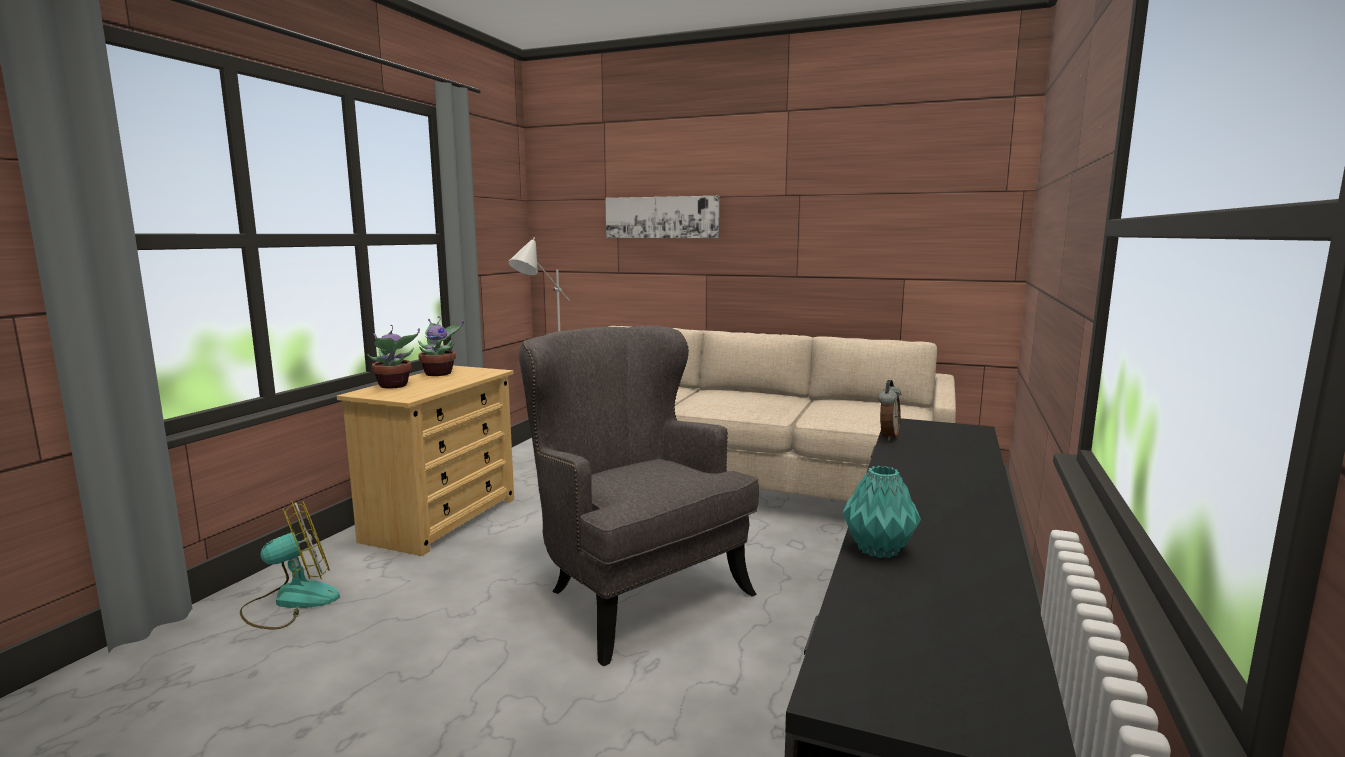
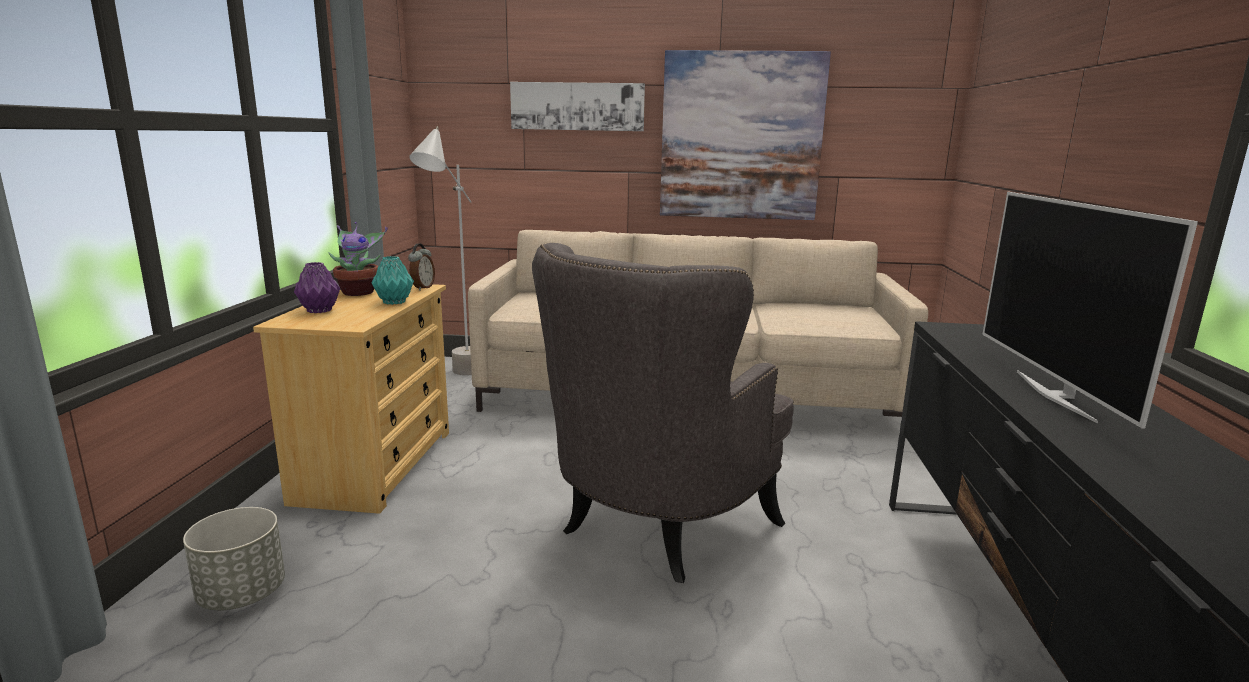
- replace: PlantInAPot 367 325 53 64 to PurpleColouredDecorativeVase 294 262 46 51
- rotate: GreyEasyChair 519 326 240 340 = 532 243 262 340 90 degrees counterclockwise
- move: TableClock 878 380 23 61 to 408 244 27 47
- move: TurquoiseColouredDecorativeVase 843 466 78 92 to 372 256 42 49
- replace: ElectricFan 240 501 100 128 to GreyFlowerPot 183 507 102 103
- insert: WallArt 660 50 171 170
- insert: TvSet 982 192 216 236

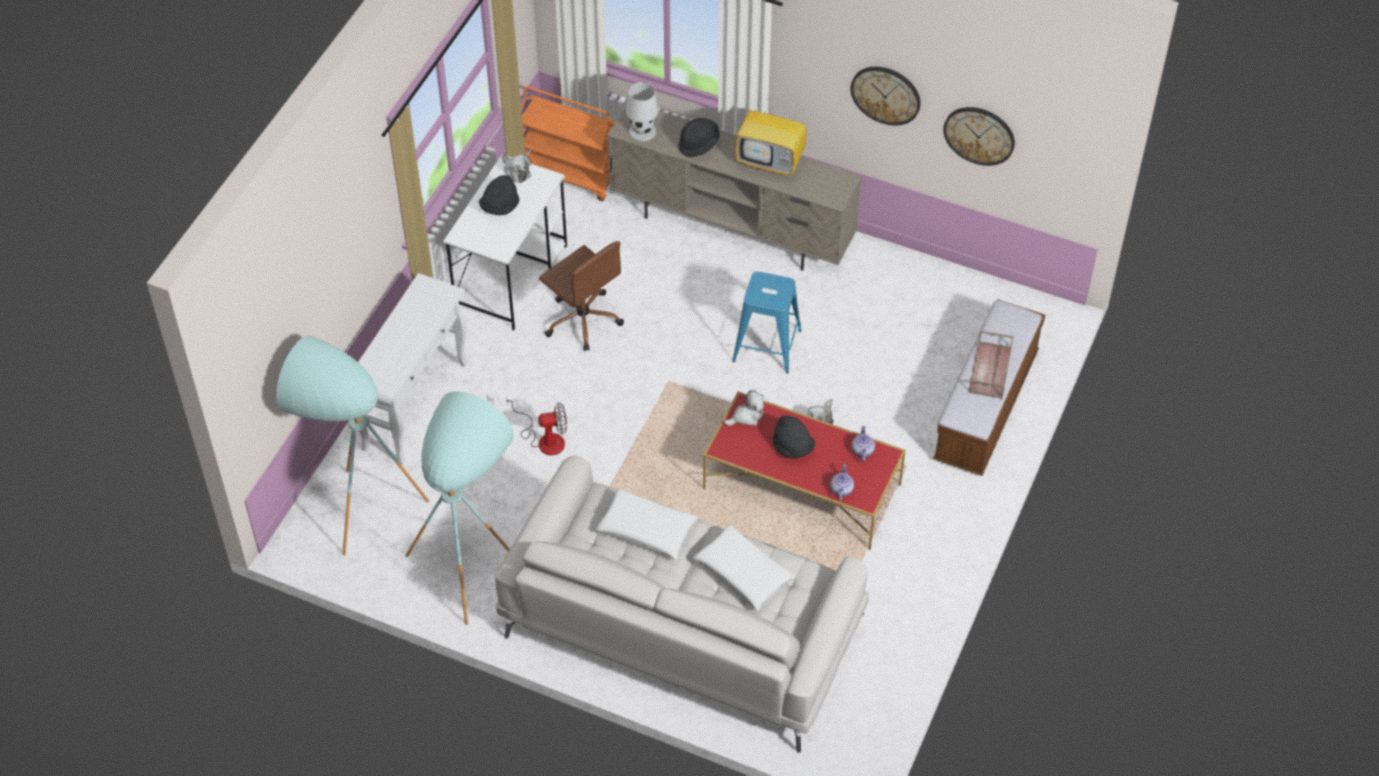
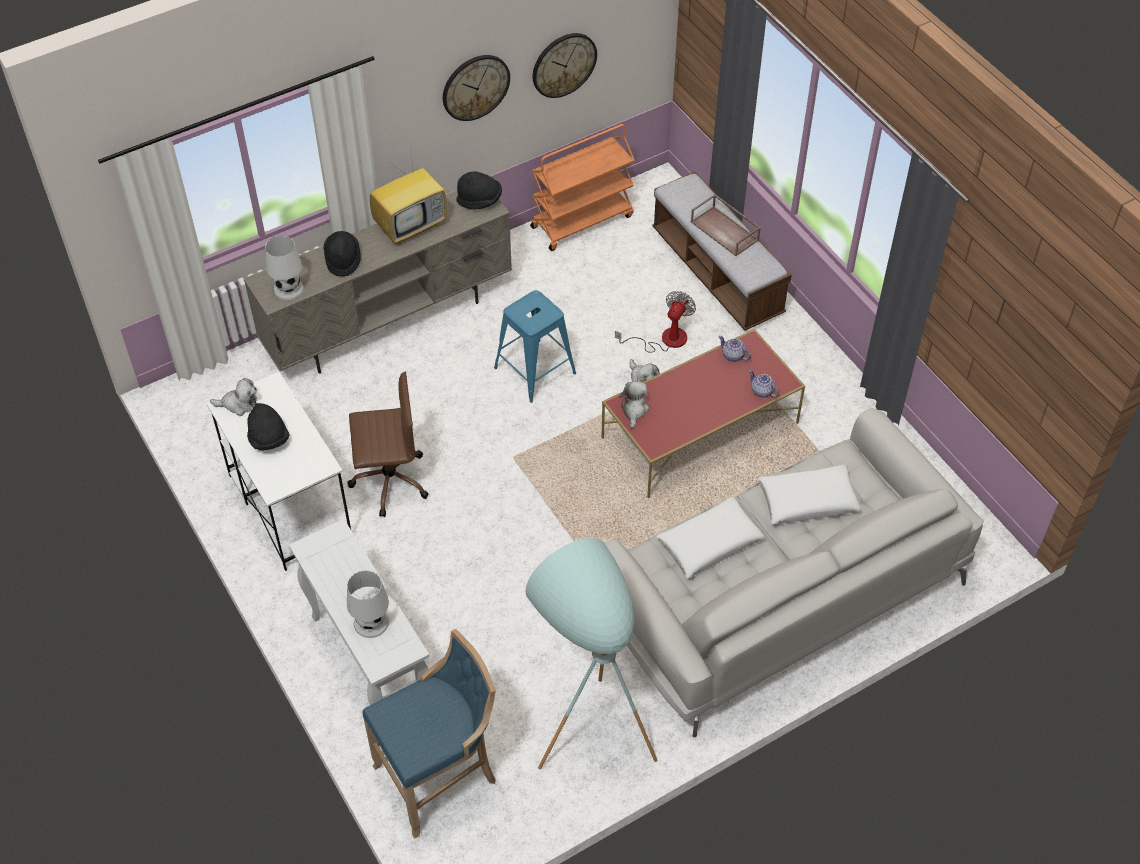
- move: OrangeColouredCart 521 86 95 115 to 530 124 105 127
- replace: TurquoiseColouredStandingLamp 276 336 154 220 to BluishStoolSeat 363 629 133 210
- move: ElectricFan 506 397 61 58 to 615 291 81 62
- move: BlackClothingHat 773 416 42 43 to 456 171 46 39
- insert: WhiteTableLamp 347 570 42 68

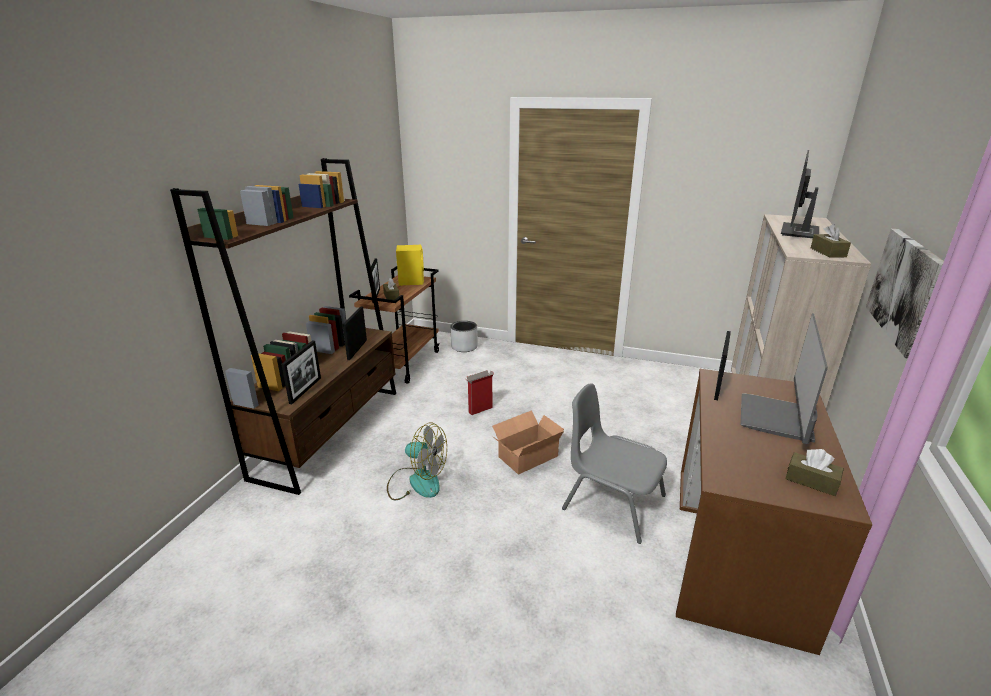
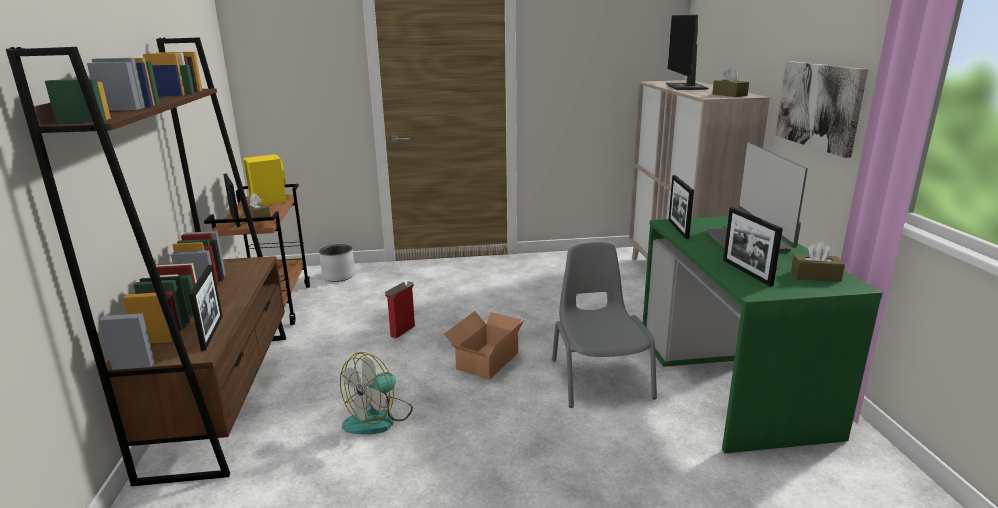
- move: PictureFrame 343 306 24 54 to 723 207 60 79
- recolor: BrownColouredDesk 676 369 196 286 to GreenDesk 643 216 240 237
- rotate: GreyChair 562 383 105 161 = 552 242 105 166 75 degrees clockwise
- rotate: ElectricFan 387 422 60 78 = 340 352 73 82 135 degrees clockwise

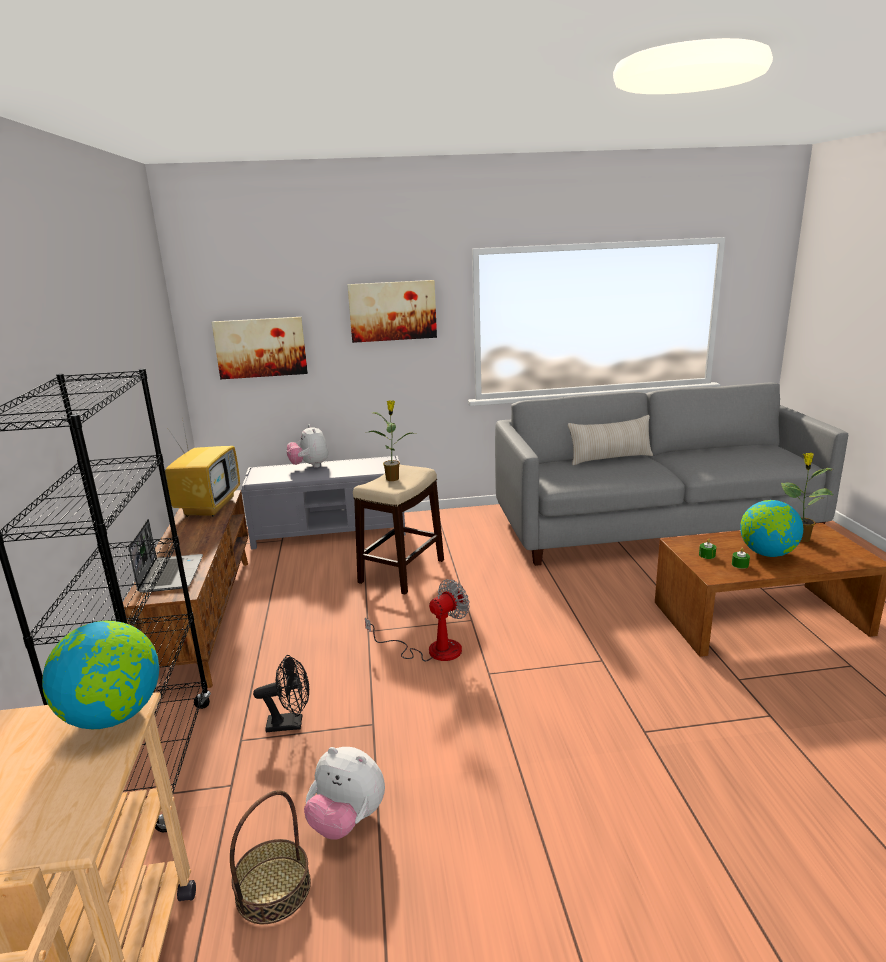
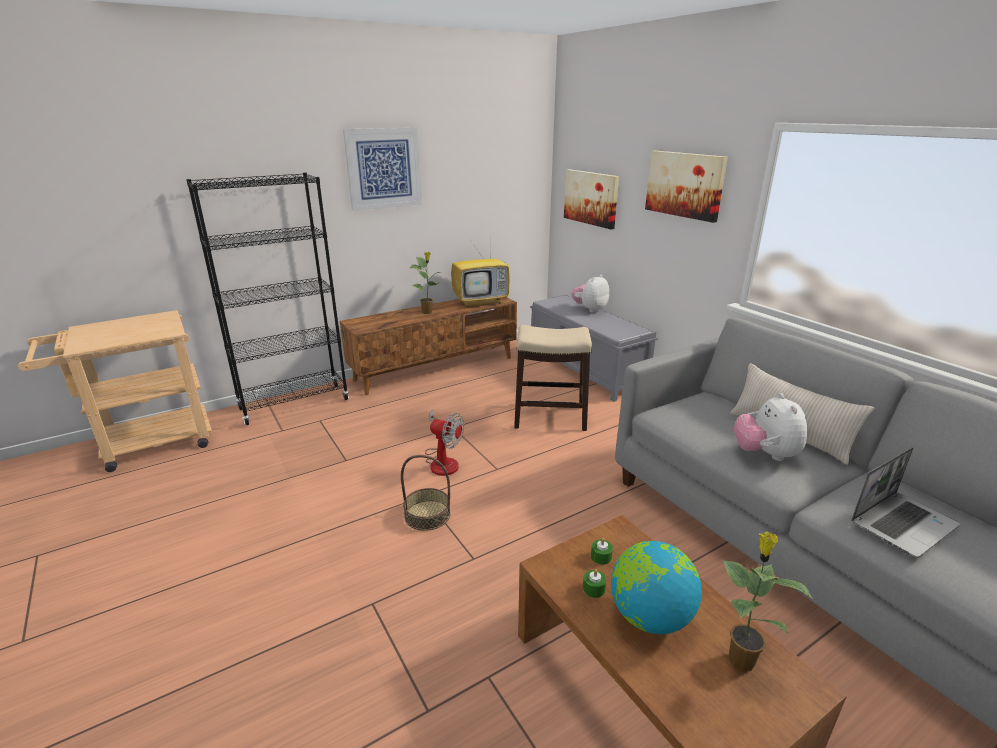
- move: PlantInAPot 365 400 48 81 to 409 252 31 62
- move: NotebookComputer 128 519 75 74 to 851 447 109 111
- delete: WorldGlobe 42 621 117 108
- delete: BlackElectricFan 253 655 56 77
- move: CuddlyToy 304 747 81 93 to 734 393 74 68
- move: HouseholdBasket 230 790 81 134 to 401 455 50 76
- insert: WallArt 343 128 79 83

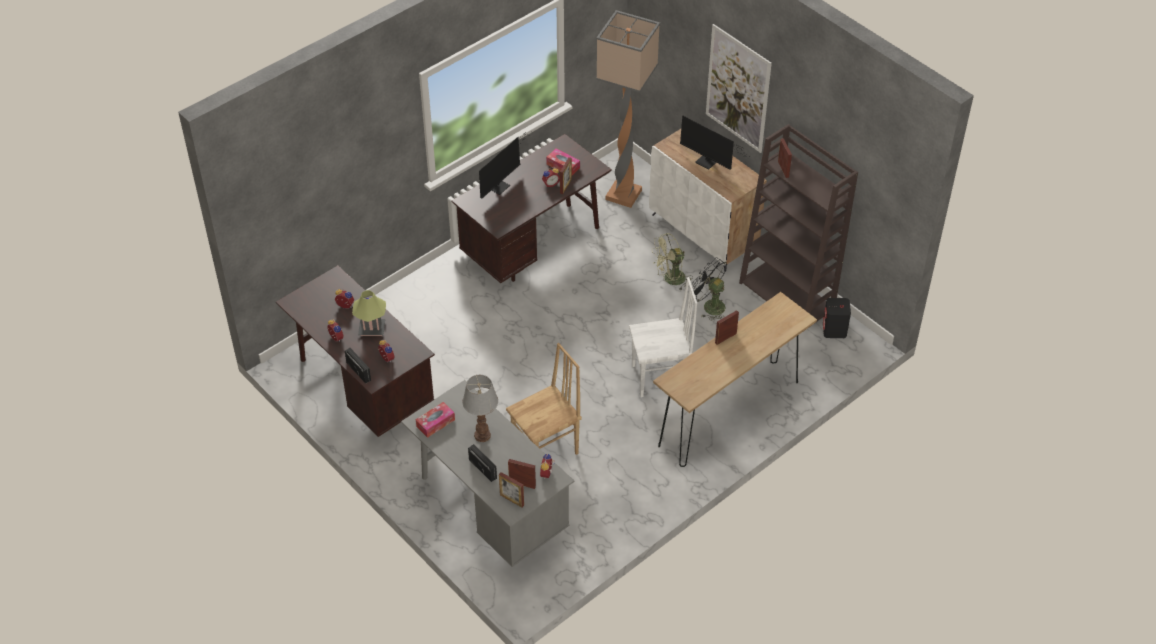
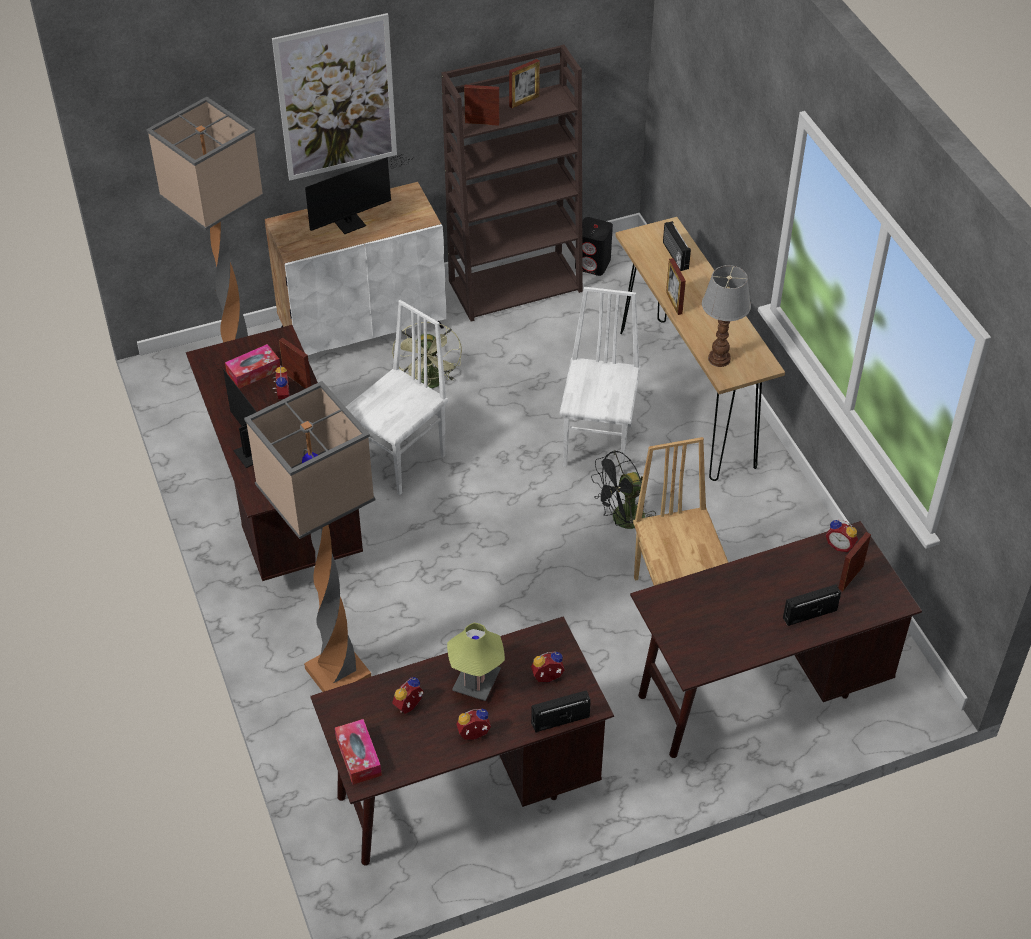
- move: BlackElectricFan 692 257 35 64 to 591 450 65 79
- move: TableLamp 462 375 36 67 to 702 265 49 102
- recolor: GreyDesk 401 380 173 187 to BrownColouredDesk 630 521 292 237
- move: TissueHolder 416 402 39 36 to 335 719 47 66
- move: PictureFrame 499 472 25 35 to 509 59 31 49
- insert: RadioSet 663 221 28 50
- insert: WhiteChair 346 300 102 195
- insert: StandingLamp 244 381 131 311

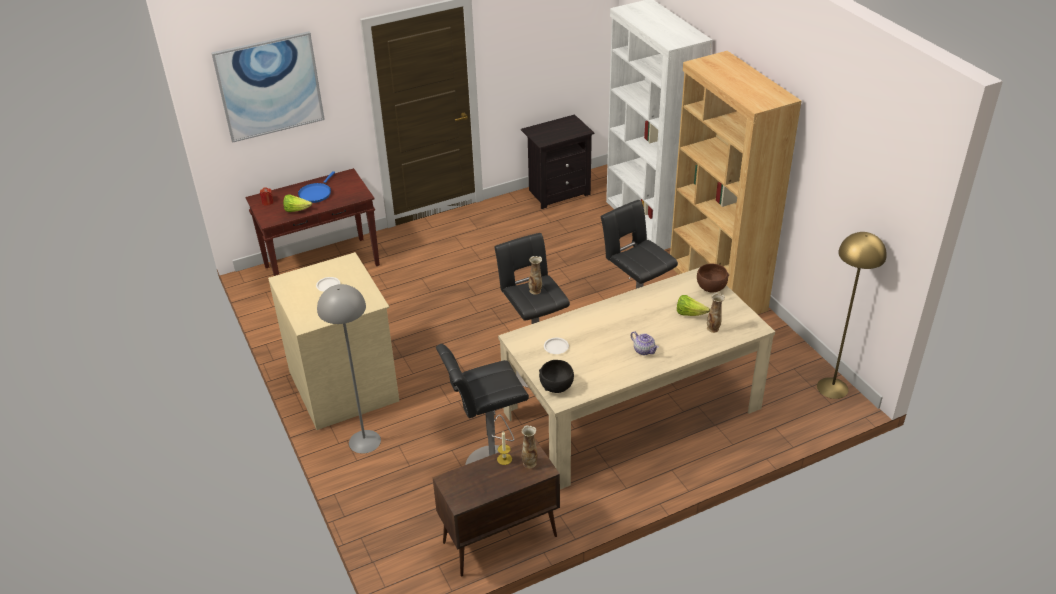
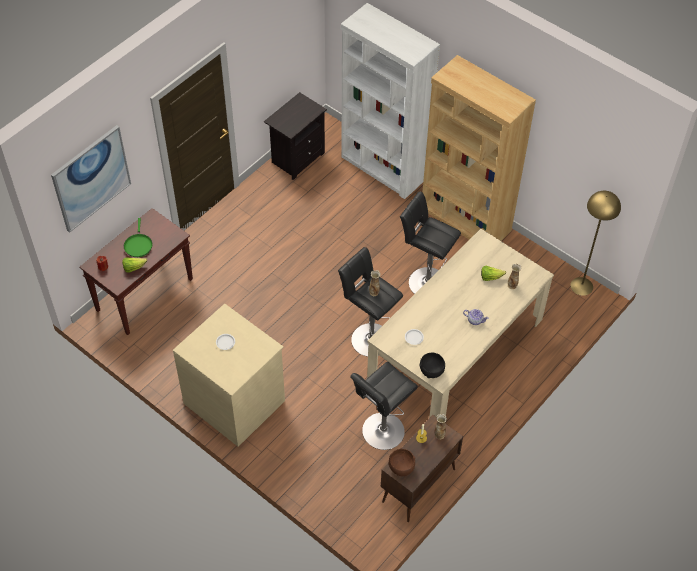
- recolor: BluishSkillet 298 171 37 32 to GreenSkillet 124 218 28 39
- move: BrownColouredDeepDish 697 263 32 30 to 389 449 26 27
- delete: GreyStandingLamp 317 284 64 170

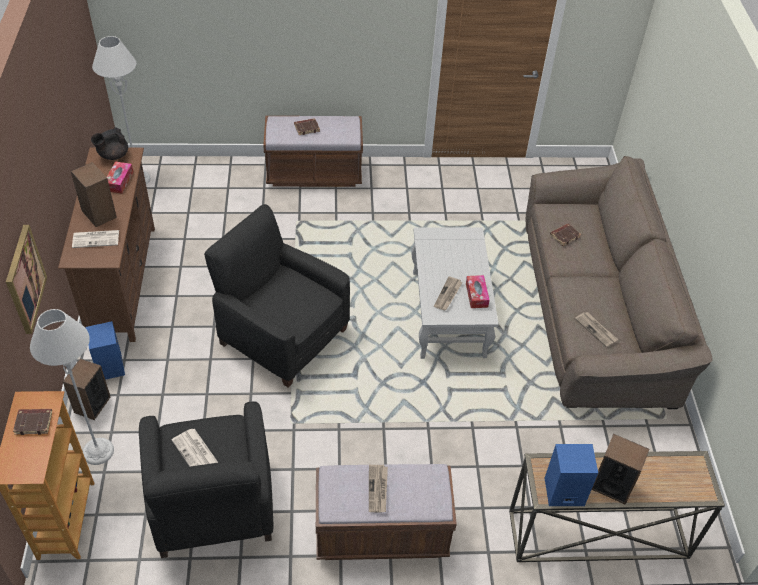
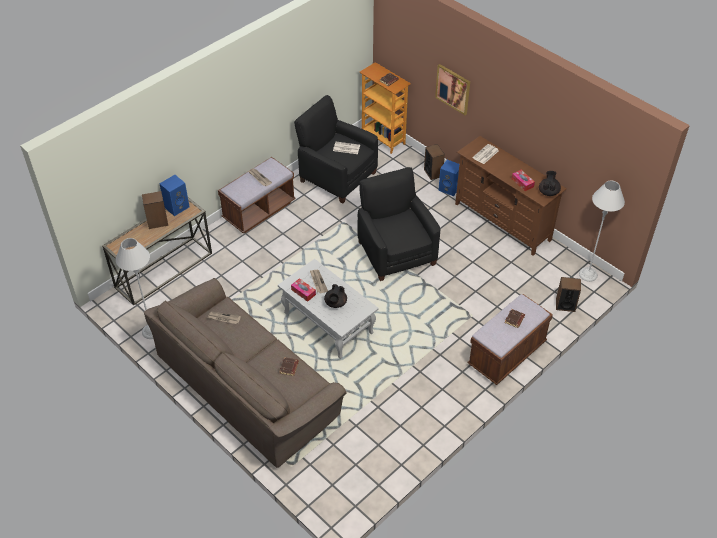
- move: Speaker 71 162 46 65 to 556 277 25 35
- rotate: BlackEasyChair 204 204 146 184 = 357 167 83 114 105 degrees counterclockwise
- move: GreyStandingLamp 30 309 84 156 to 116 238 38 101
- insert: BlackTeaPot 324 284 23 24

